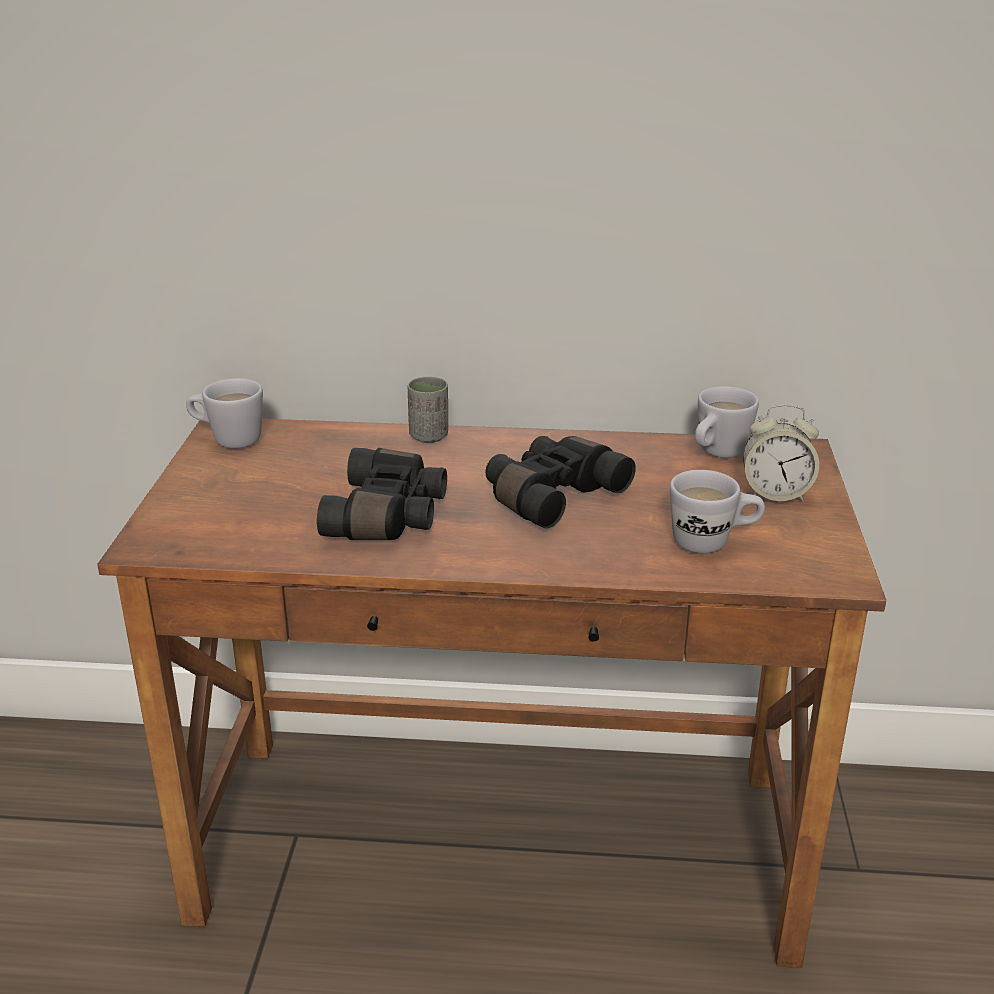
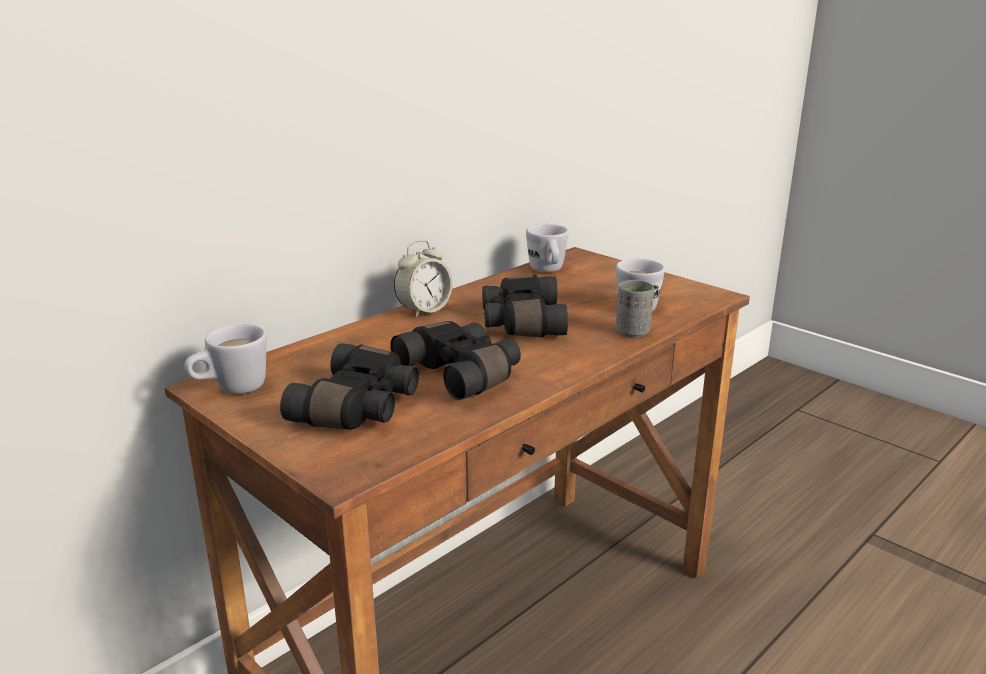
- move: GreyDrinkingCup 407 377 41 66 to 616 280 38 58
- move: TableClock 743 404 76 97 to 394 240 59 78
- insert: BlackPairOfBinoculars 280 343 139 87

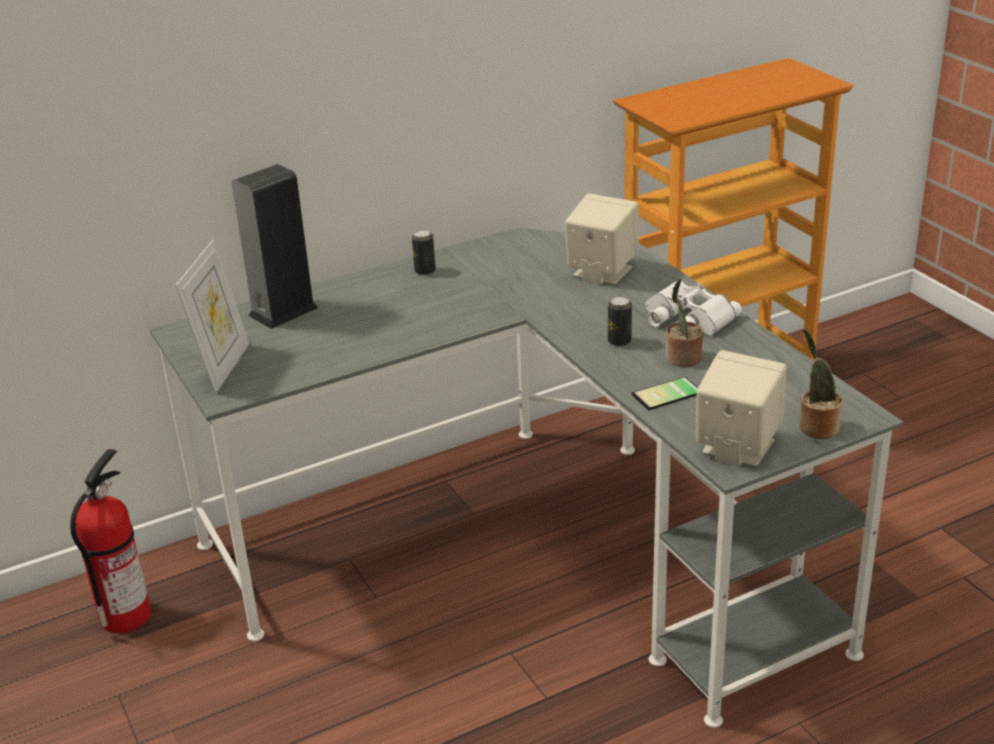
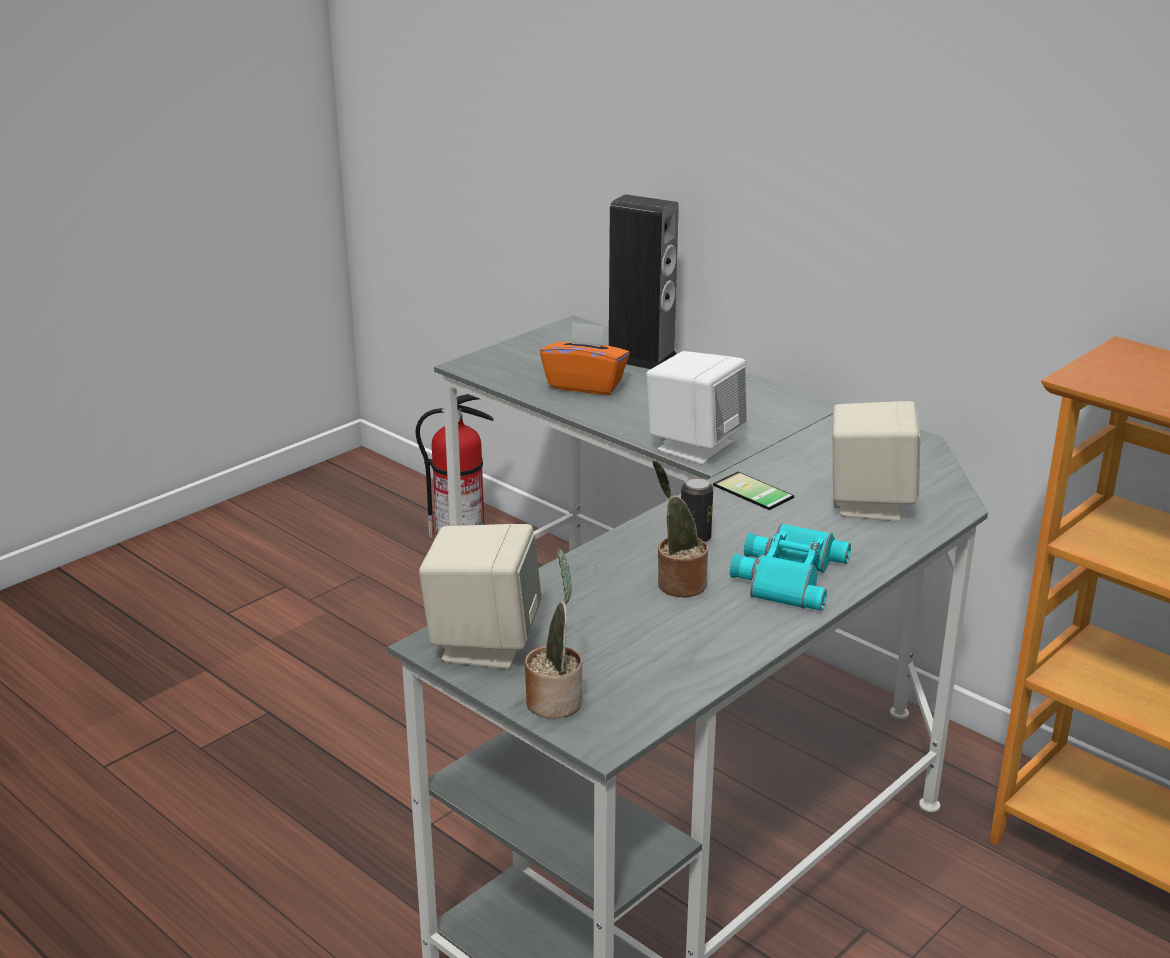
- delete: SealedCan 412 230 24 45
- delete: PictureFrame 175 240 74 154
- recolor: WhitePairOfBinoculars 645 280 97 56 to TurquoiseColouredPairOfBinoculars 730 523 121 88
- move: Handset 632 377 66 33 to 713 472 81 38
- insert: OrangeColouredTissueHolder 540 322 90 73
- insert: WhiteSpeaker 646 351 101 114

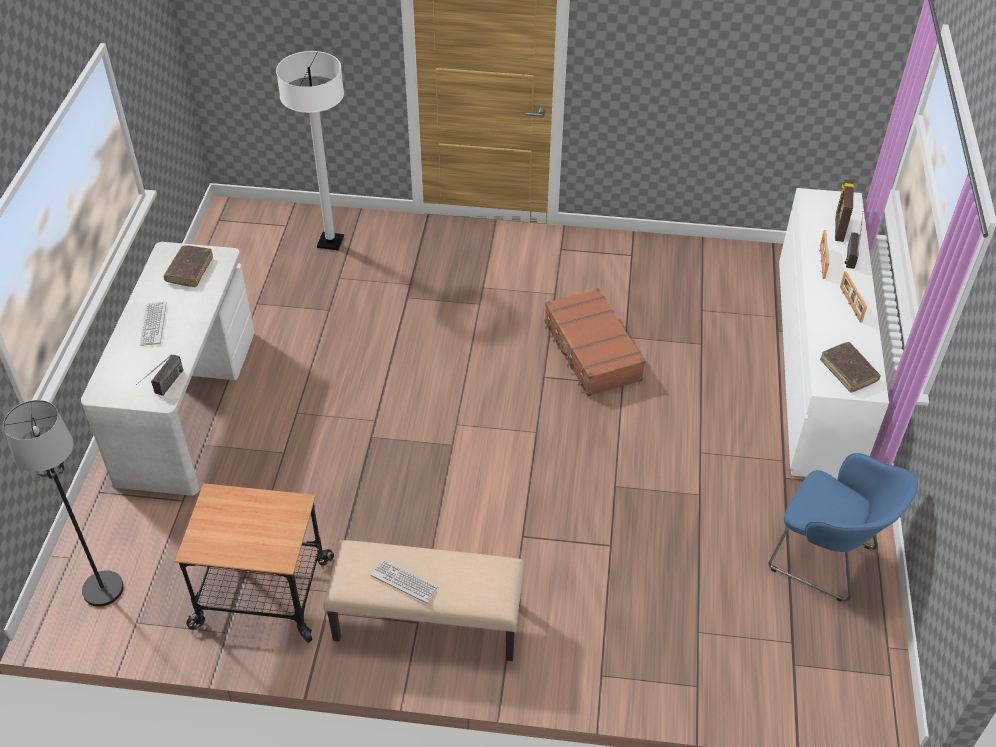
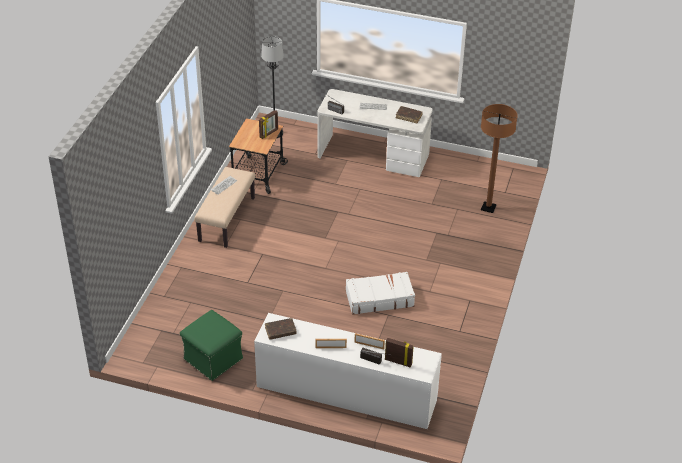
- recolor: WhiteStandingLamp 276 51 68 199 to BrownColouredStandingLamp 481 104 37 109
- recolor: BrownColouredTravelCase 544 288 102 108 to WhiteTravelCase 346 272 69 43
- replace: BluishEasyChair 768 453 150 149 to GreenPouffe 180 310 63 71
- insert: PictureFrame 259 110 19 29

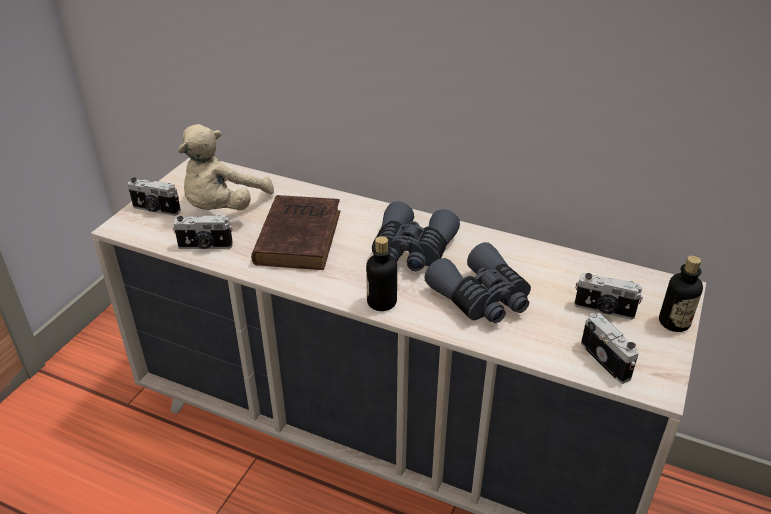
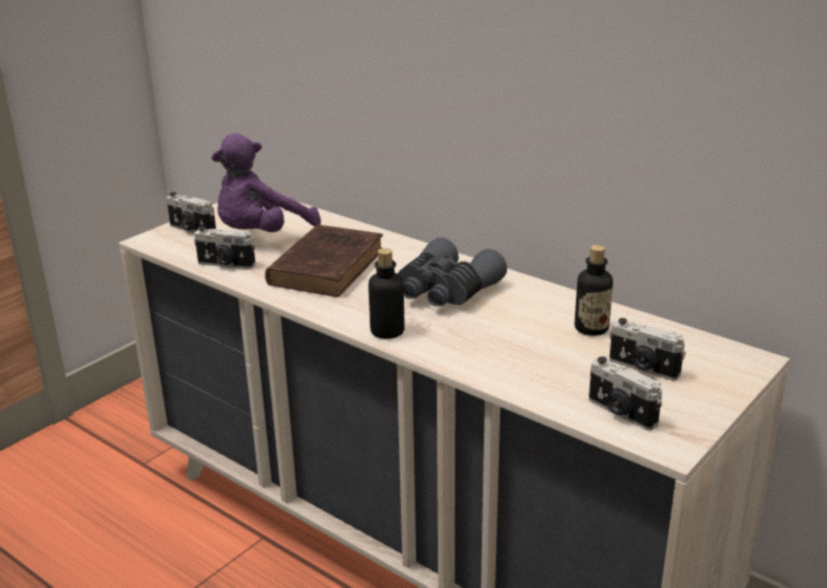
- recolor: BeigeCuddlyToy 178 124 96 86 to PurpleColouredCuddlyToy 212 133 109 99
- delete: GreyPairOfBinoculars 425 242 106 81
- move: BeverageBottle 659 255 44 77 to 575 245 38 91
- rotate: StillCamera 581 313 58 71 = 589 356 73 74 150 degrees clockwise

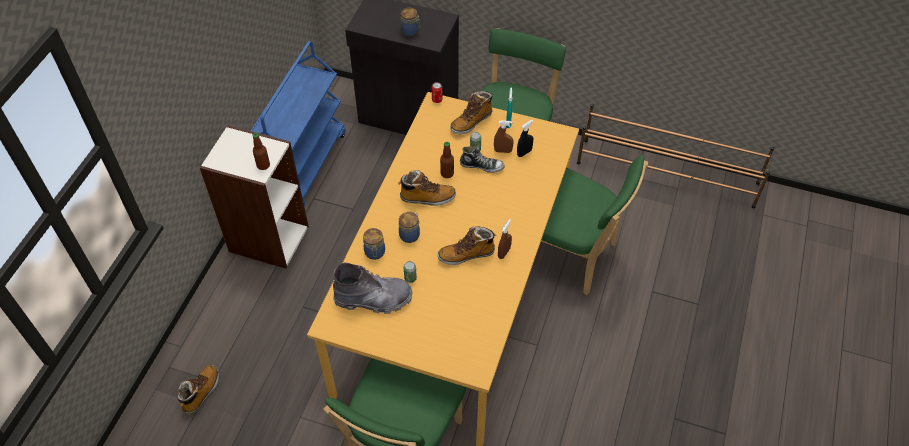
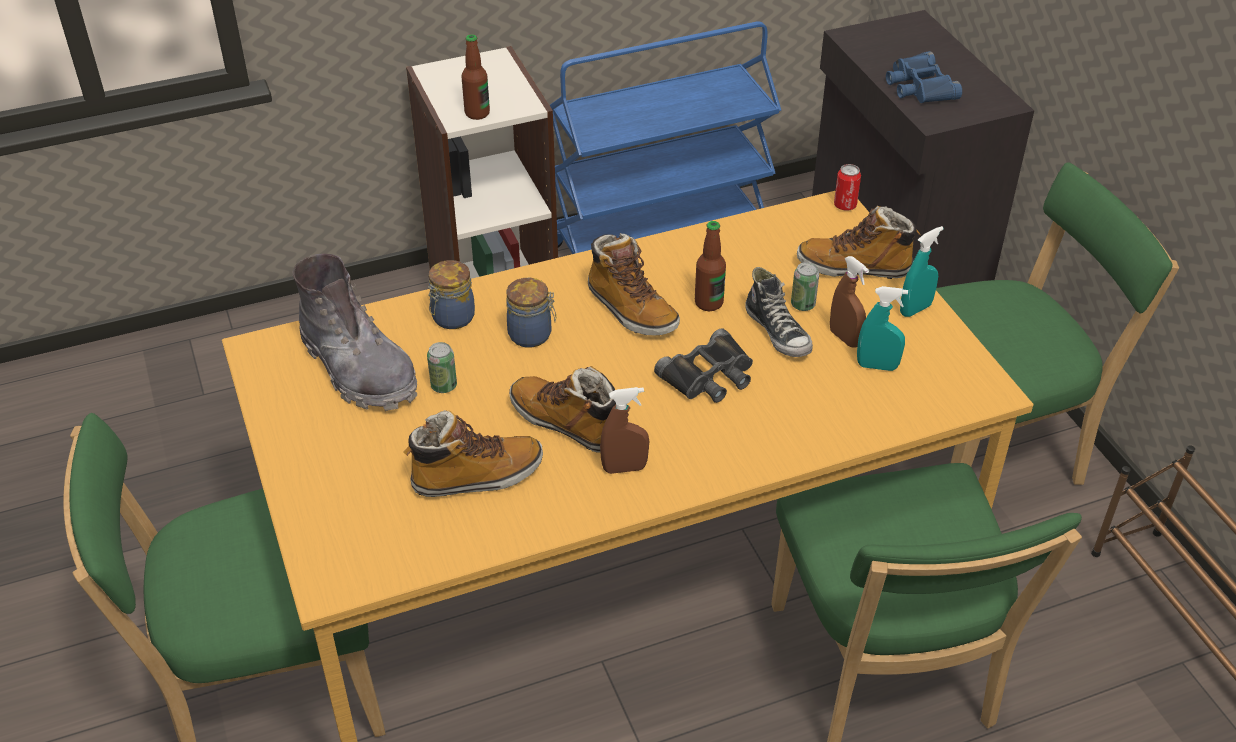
- replace: Jar 401 8 19 28 to BluishPairOfBinoculars 886 51 76 52
- recolor: BlackSprayBottle 517 119 16 38 to TurquoiseColouredSprayBottle 857 286 51 85
- move: Boot 178 365 41 49 to 404 410 139 87
- insert: BlackPairOfBinoculars 654 329 99 74

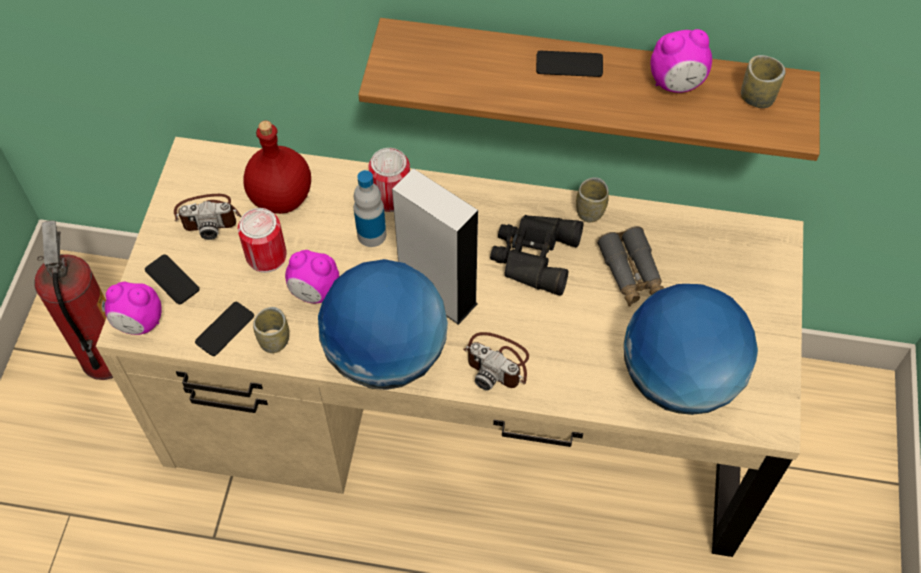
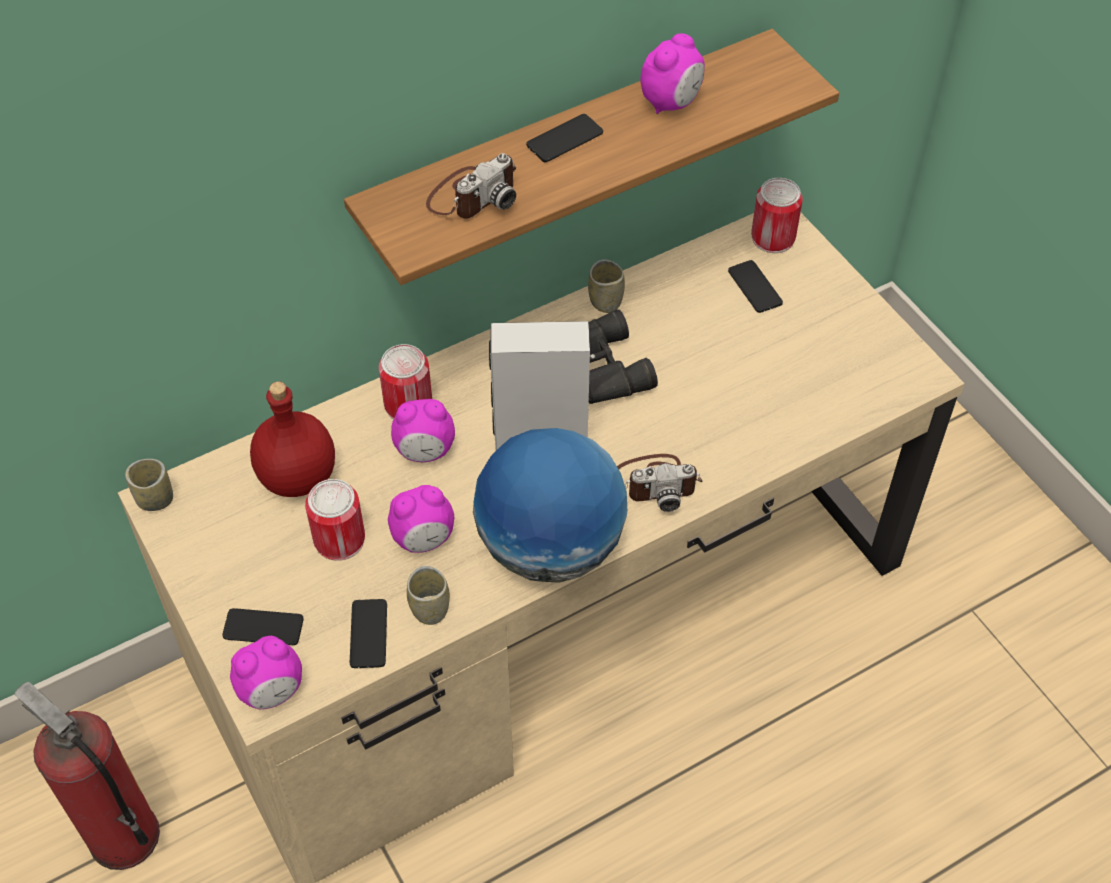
- move: DrinkingCup 741 55 45 53 to 125 459 48 52
- replace: BeverageBottle 354 170 33 77 to TableClock 391 399 64 63
- move: StillCamera 174 194 68 46 to 426 153 90 66
- delete: GreyPairOfBinoculars 597 226 67 81
- delete: WorldGlobe 624 284 134 131
- insert: SealedCan 751 178 52 75
- insert: Handset 728 260 55 53

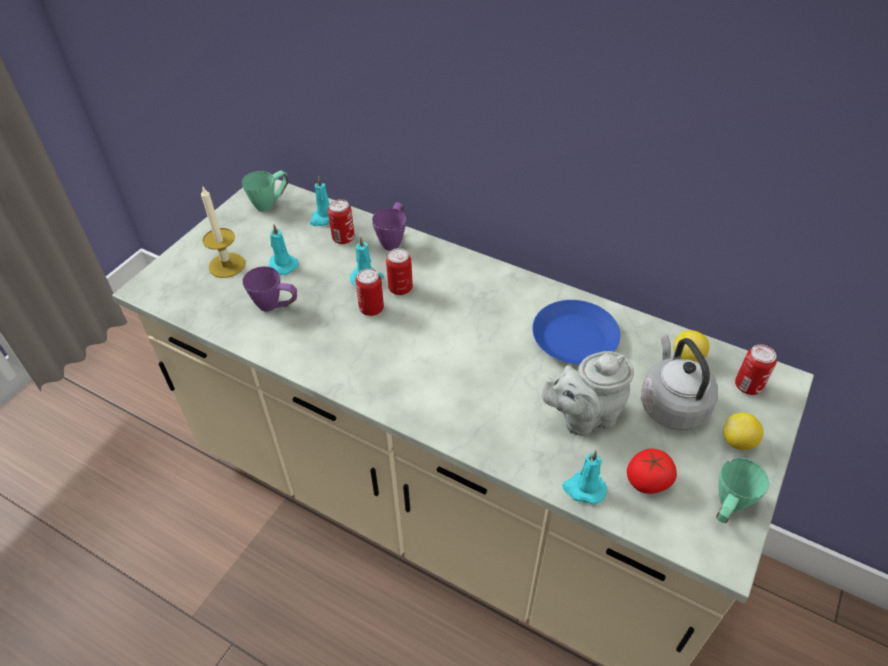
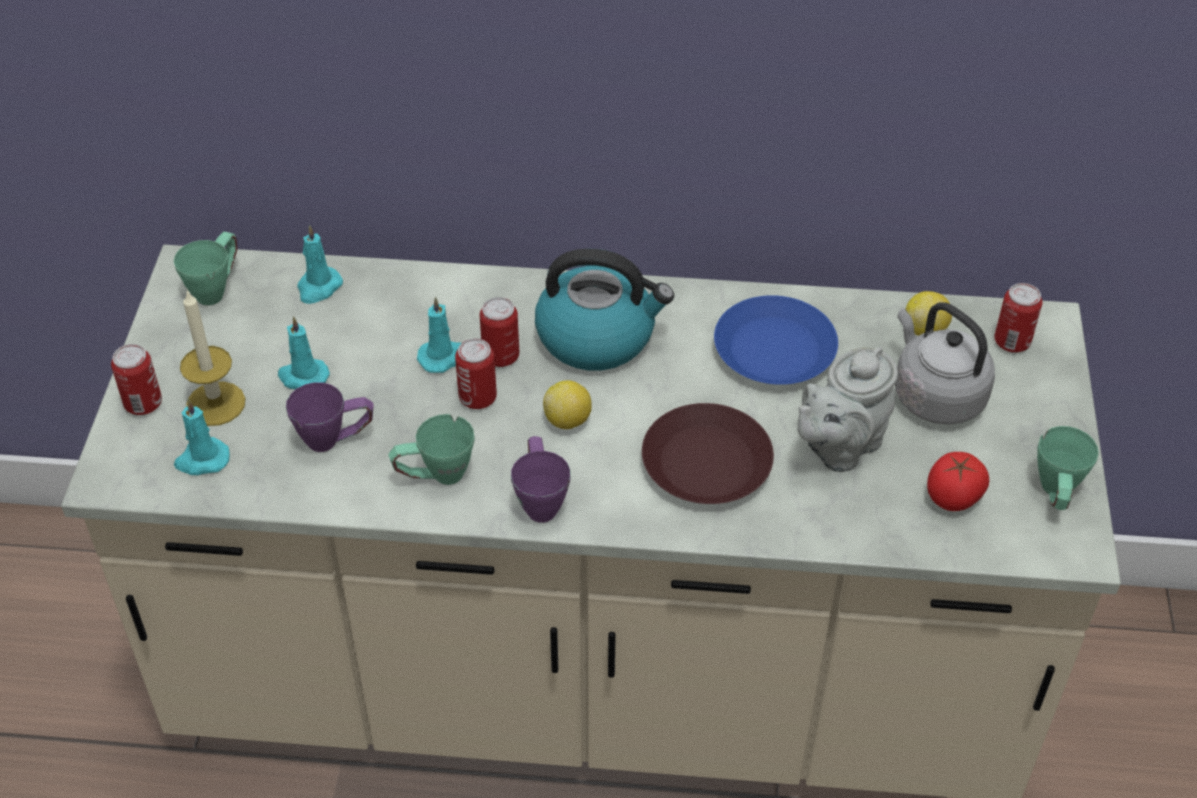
- move: SealedCan 328 199 27 45 to 111 344 51 71
- move: PurpleColouredTeaMug 372 202 34 49 to 511 436 59 87
- move: WholeLemon 723 413 40 37 to 543 380 49 49
- move: TurquoiseColouredWaxCandle 562 450 45 55 to 174 399 56 76
- insert: WaterKettle 535 248 139 123
- insert: BrownColouredFlatDish 642 403 132 101
- insert: GreenTeaMug 388 414 87 71

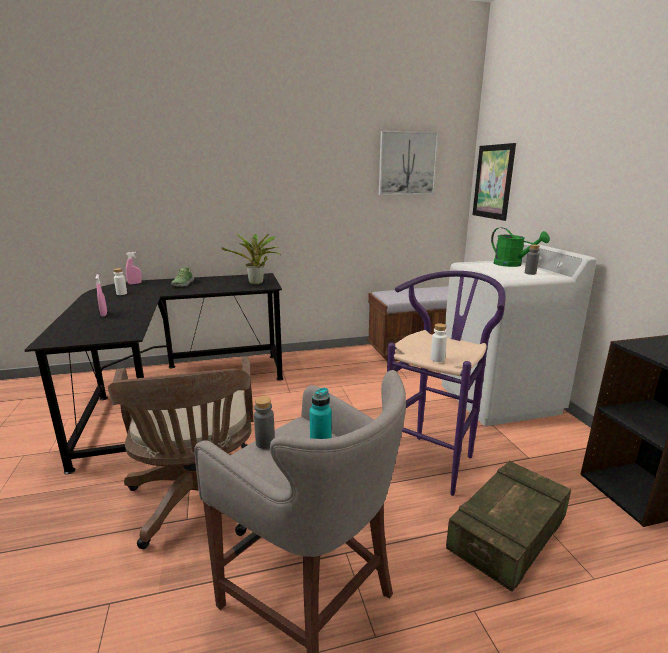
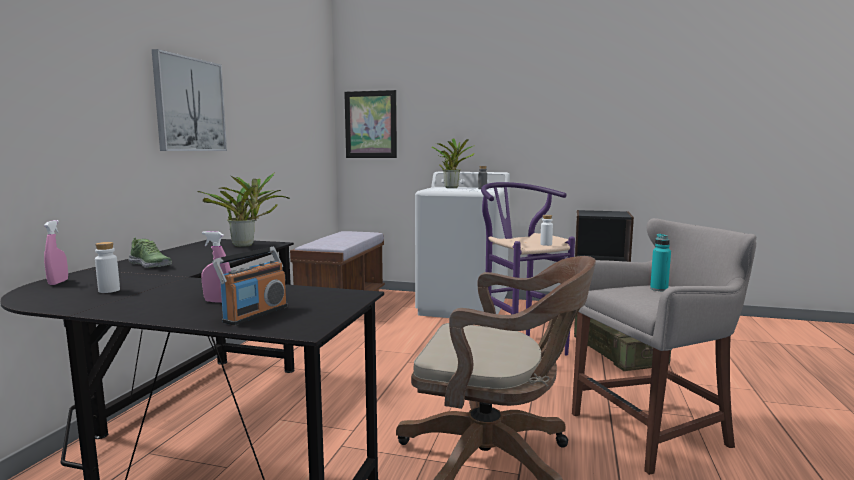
- move: WallArt 379 131 60 64 to 152 49 75 102
- replace: GreenWateringPot 491 227 59 40 to PlantInAPot 431 138 44 50
- delete: GreyBeverageBottle 254 396 21 53
- insert: RadioSet 213 247 74 78

